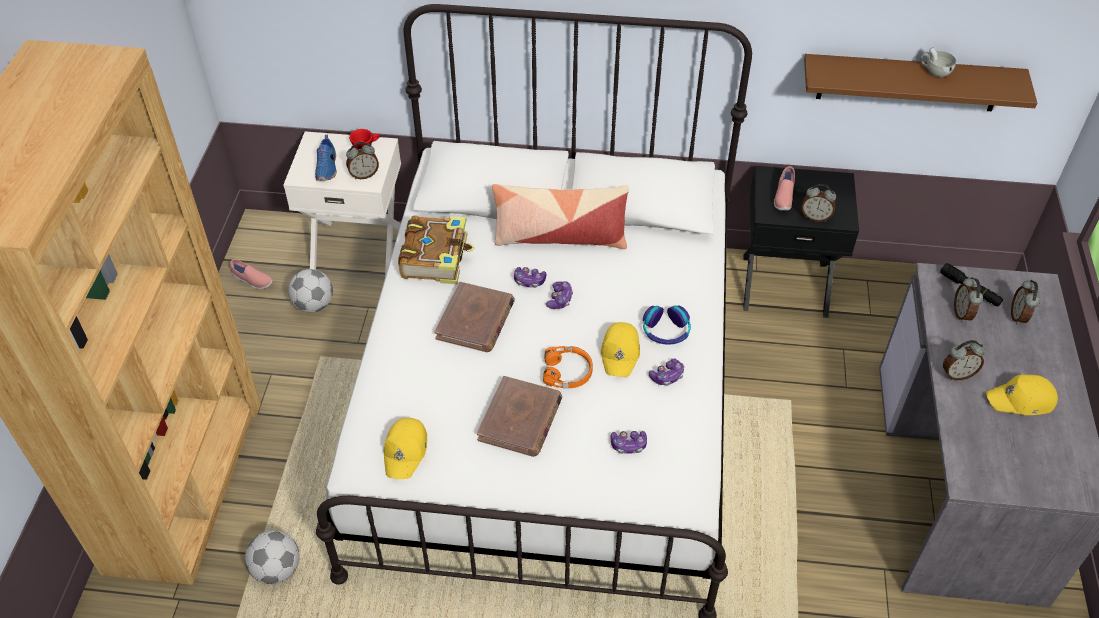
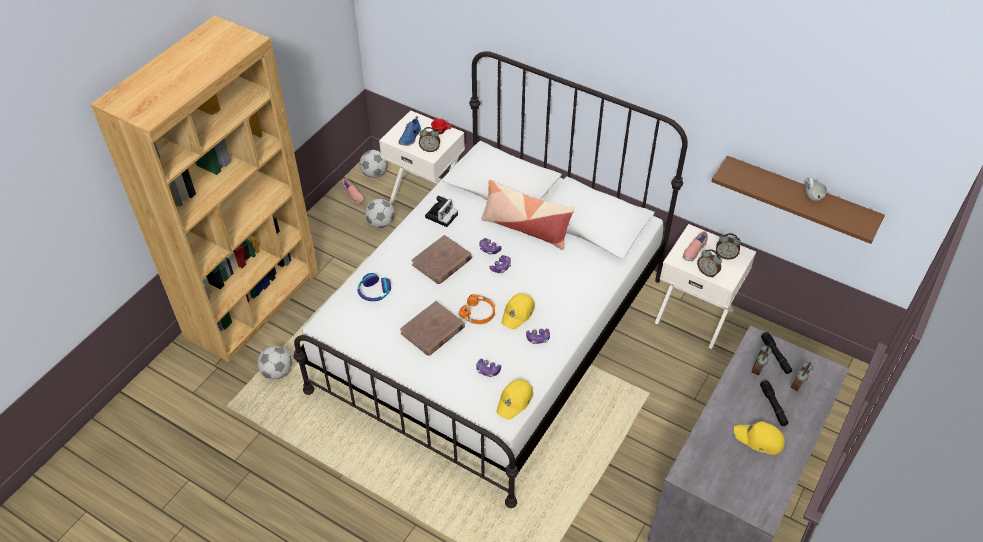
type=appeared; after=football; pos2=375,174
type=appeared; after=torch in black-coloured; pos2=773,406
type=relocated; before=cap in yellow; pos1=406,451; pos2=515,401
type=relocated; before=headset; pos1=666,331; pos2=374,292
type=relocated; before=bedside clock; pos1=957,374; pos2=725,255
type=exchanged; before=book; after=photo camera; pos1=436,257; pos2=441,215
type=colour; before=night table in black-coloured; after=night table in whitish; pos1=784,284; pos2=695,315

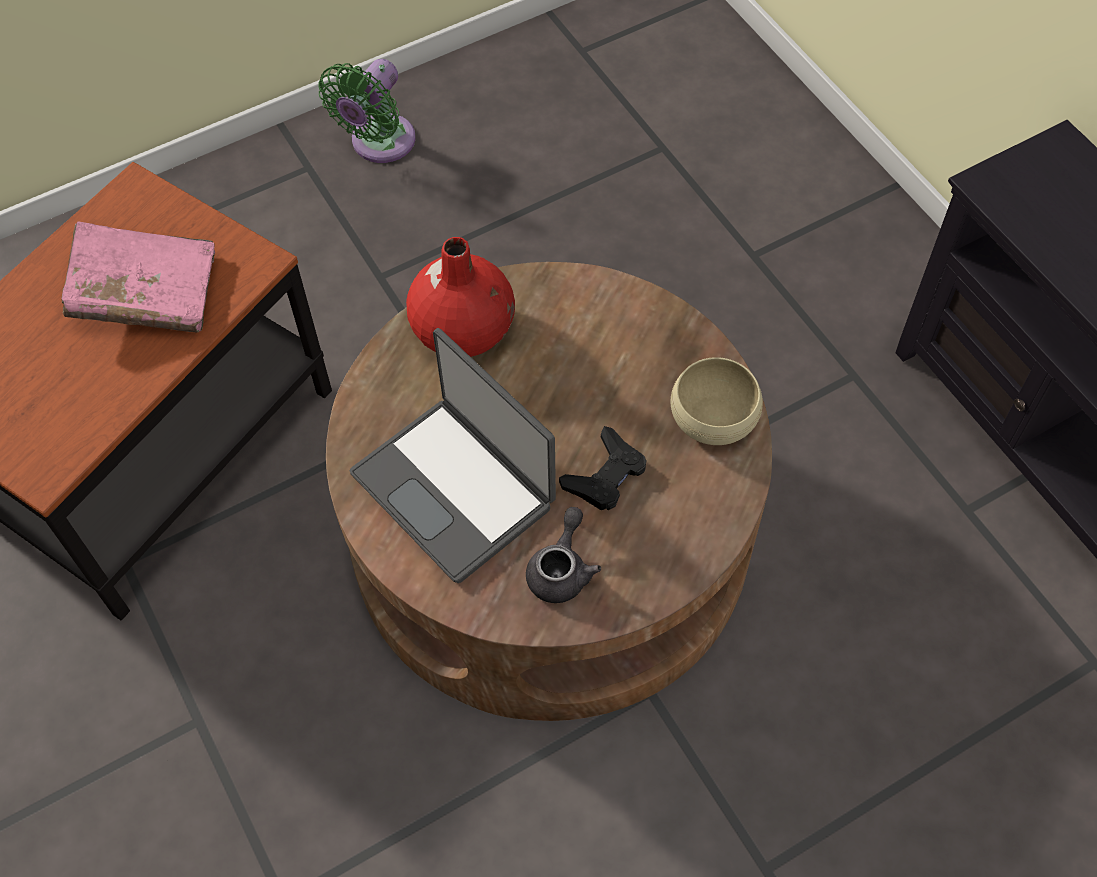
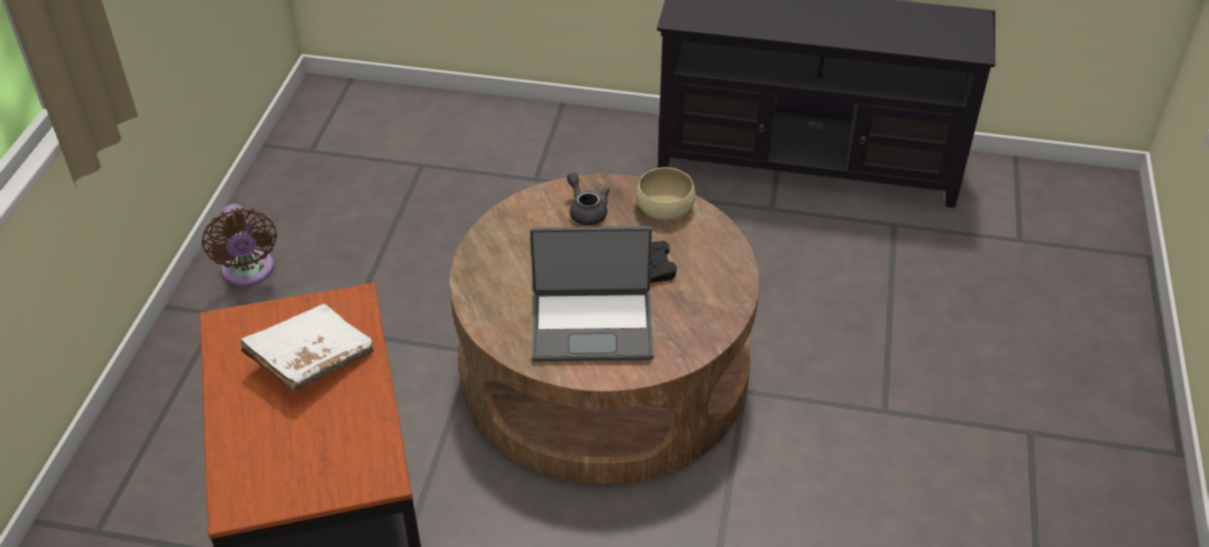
type=missing; before=vase in red; pos1=463,329
type=relocated; before=teapot in grey; pos1=561,569; pos2=586,211
type=colour; before=book in pink; after=book in whitish; pos1=146,293; pos2=311,360
type=colour; before=fan in greenish; after=fan in brownish; pos1=379,144; pos2=249,272

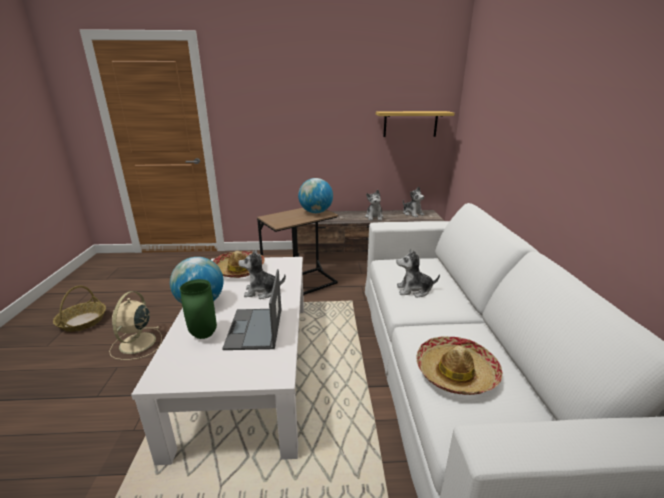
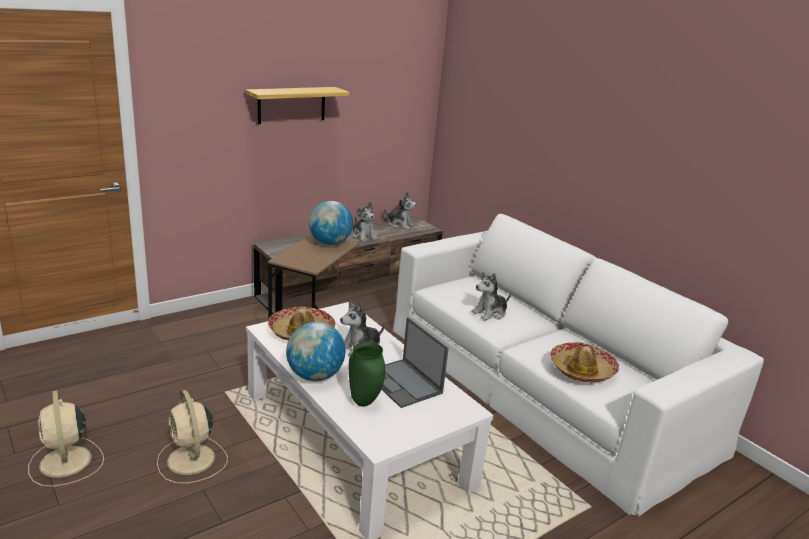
type=relocated; before=shelf; pos1=410,124; pos2=291,105
type=exchanged; before=household basket; after=fan in beige; pos1=82,321; pos2=66,463

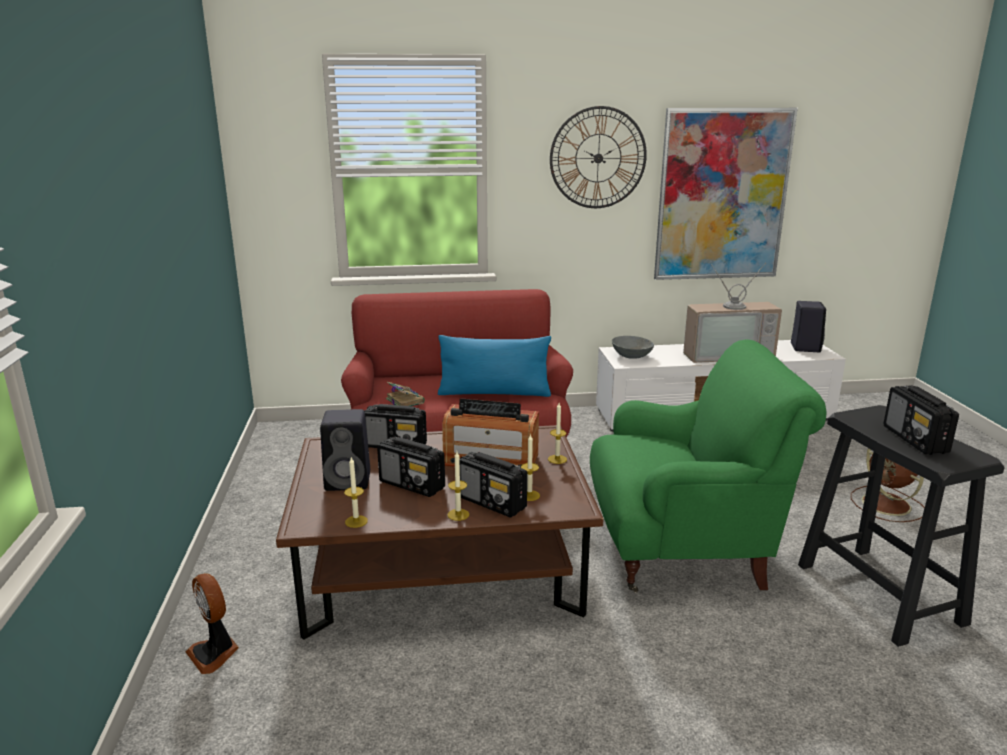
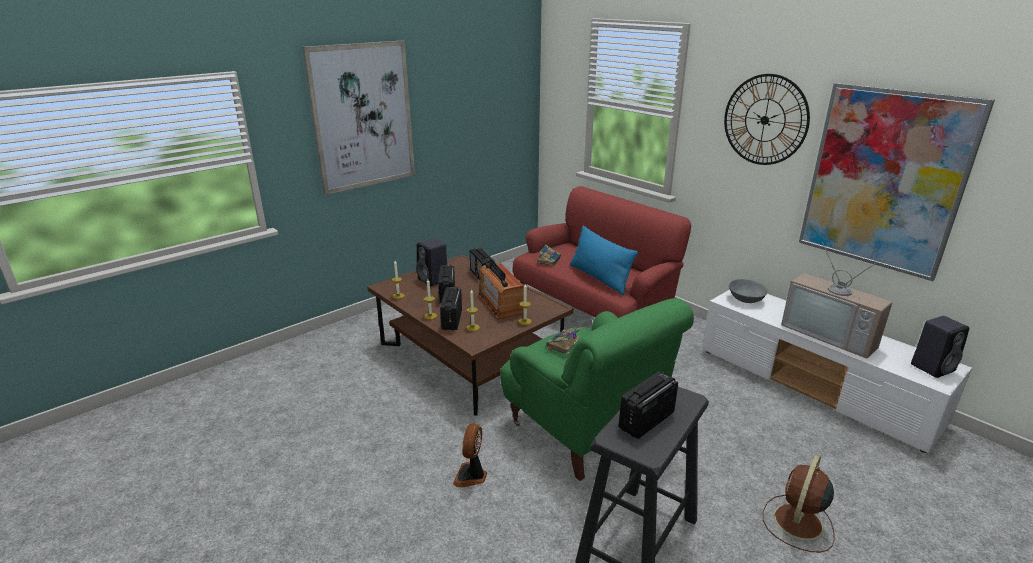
type=appeared; after=wall art; pos2=363,117
type=appeared; after=book; pos2=564,345
type=relocated; before=fan; pos1=214,653; pos2=471,476

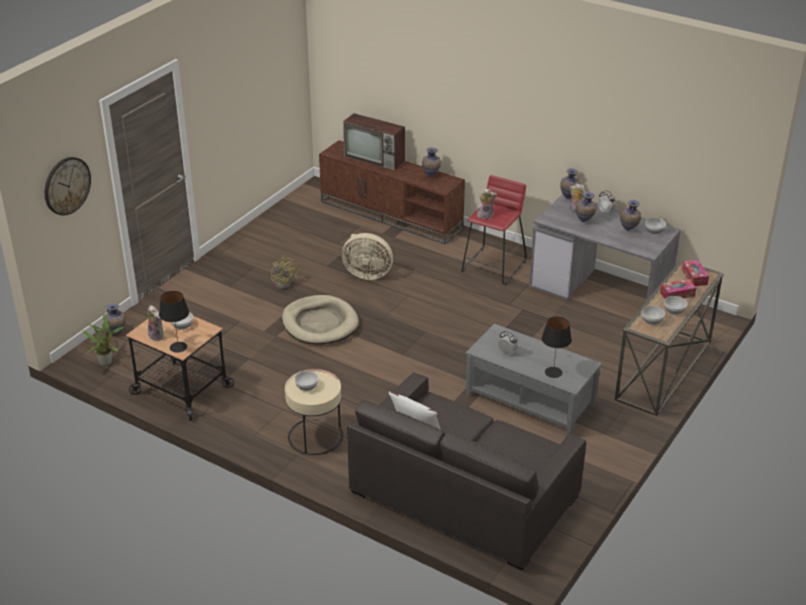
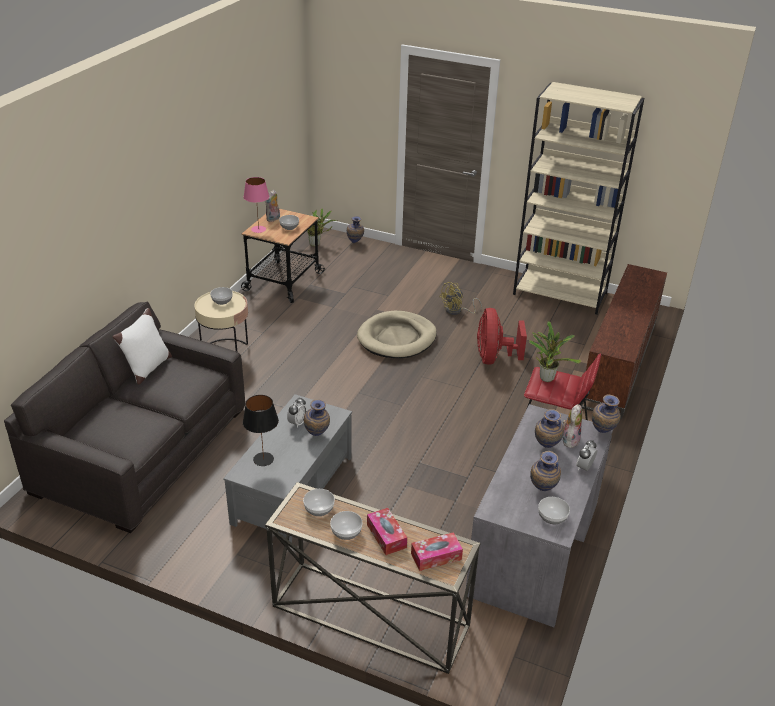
type=missing; before=clock on the wall; pos1=67,185
type=missing; before=TV; pos1=375,159
type=appeared; after=bookcase in beige; pos2=560,293
type=relocated; before=vase; pos1=431,176; pos2=317,436
type=exchanged; before=cuddly toy; after=potted plant; pos1=485,215; pos2=546,377
type=colour; before=lamp for a table in black-coloured; after=lamp for a table in pink; pos1=178,347; pos2=258,229
type=colour; before=fan in beige; after=fan in red; pos1=367,274; pos2=494,358

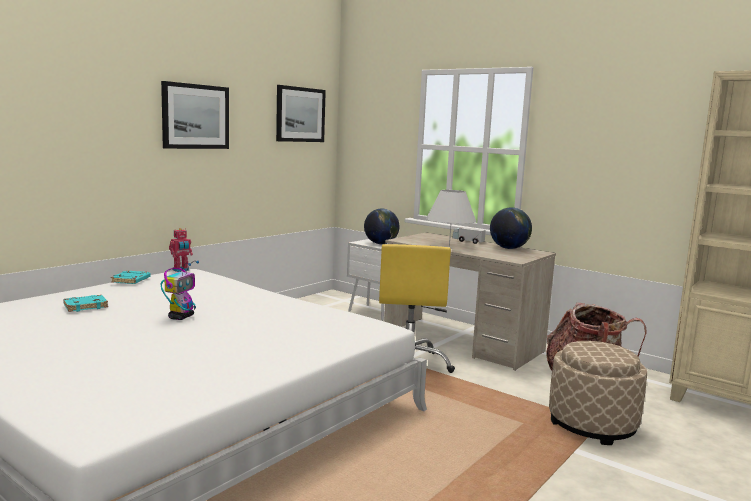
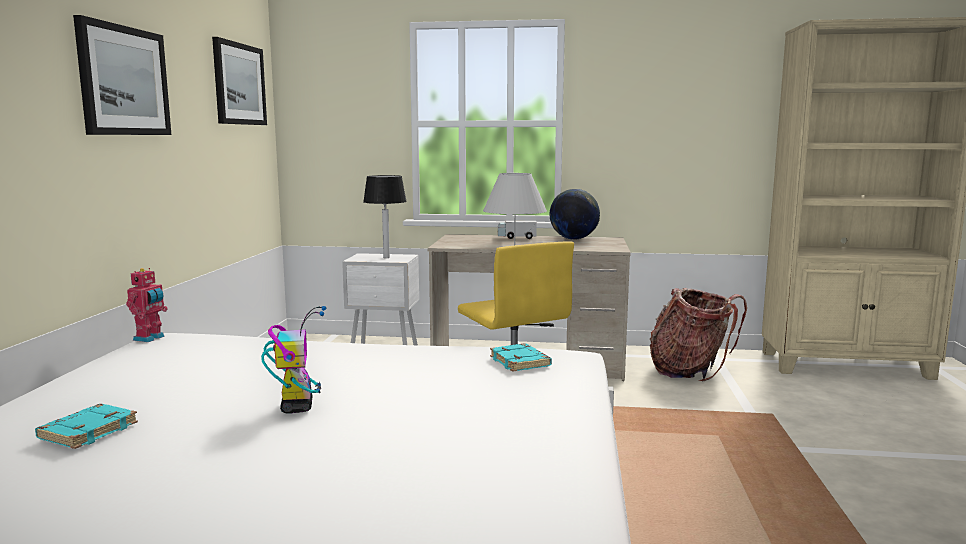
type=missing; before=pouffe in beige; pos1=592,424
type=relocated; before=book in turquoise; pos1=131,280; pos2=521,362
type=exchanged; before=world globe; after=lamp for a table; pos1=381,244; pos2=386,257

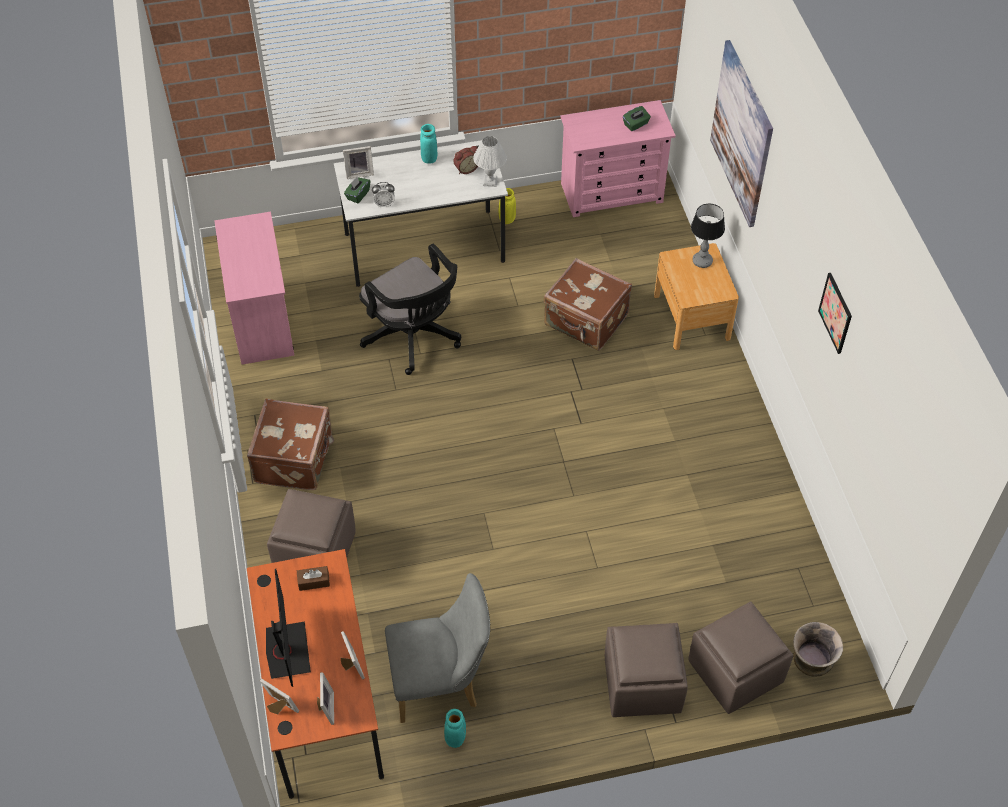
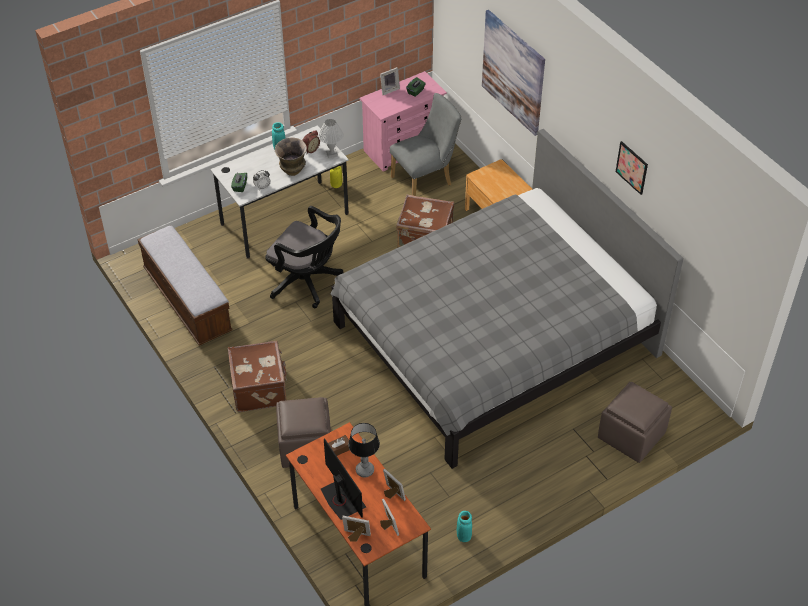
type=missing; before=pouffe in brownish; pos1=641,685
type=appeared; after=sleeping bed in grey; pos2=493,338
type=relocated; before=photo frame; pos1=359,173; pos2=389,90
type=relocated; before=chair in grey; pos1=441,683; pos2=425,180
type=relocated; before=lamp for a table; pos1=702,261; pos2=365,470
type=relocated; before=vase; pos1=810,666; pos2=292,171
type=exchanged; before=drawer chest in pink; after=indoor bench; pos1=262,321; pos2=187,301

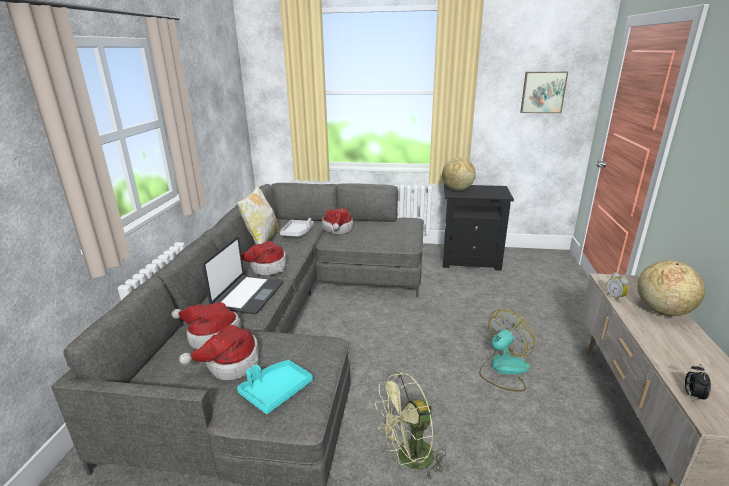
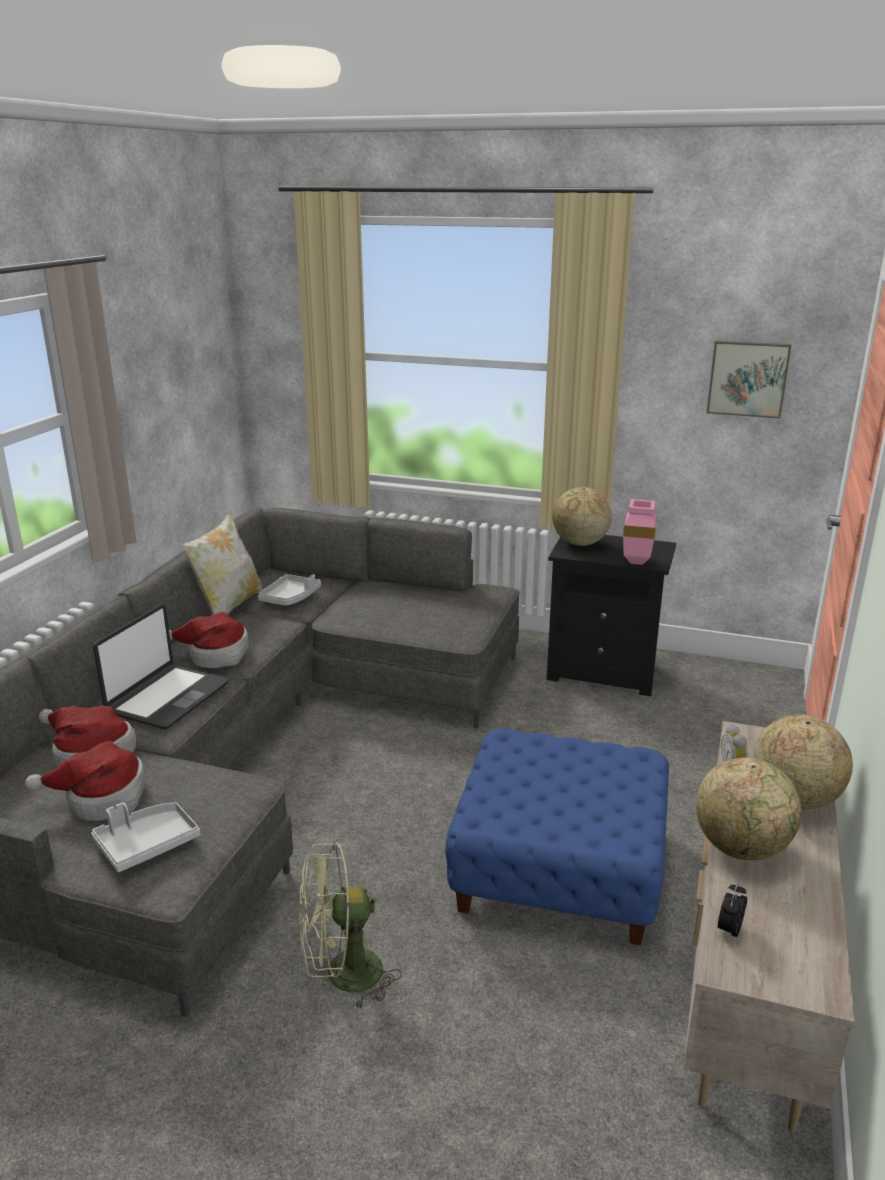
type=missing; before=hat; pos1=337,229
type=appeared; after=vase in pink; pos2=635,561
type=appeared; after=world globe; pos2=741,848
type=exchanged; before=fan; after=pouffe in blue; pos1=503,369; pos2=558,866
type=colour; before=serving tray in turquoise; after=serving tray in grey; pos1=276,391; pos2=146,844

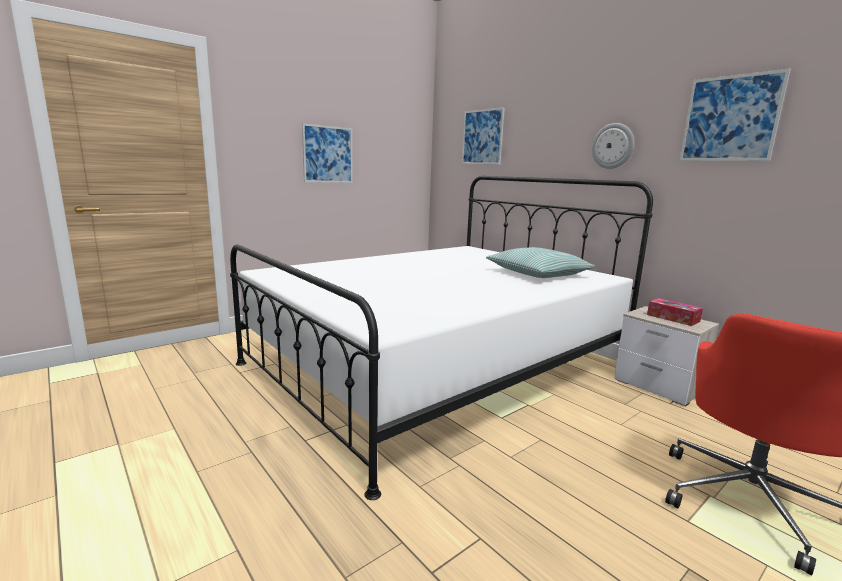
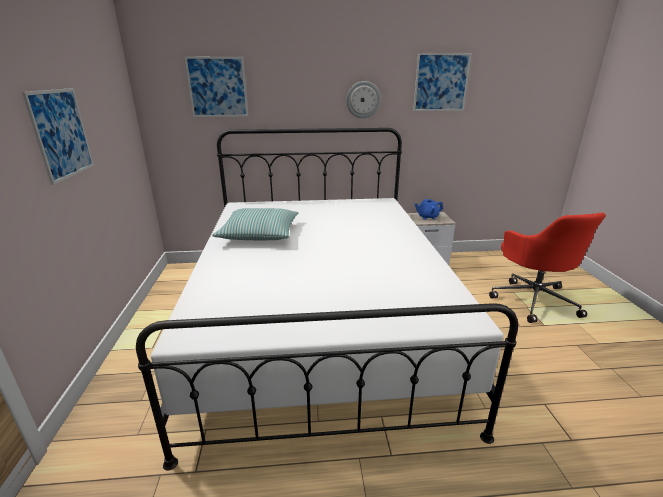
type=relocated; before=cushion; pos1=537,273; pos2=259,234
type=exchanged; before=tissue holder; after=teapot in blue; pos1=673,318; pos2=427,217

